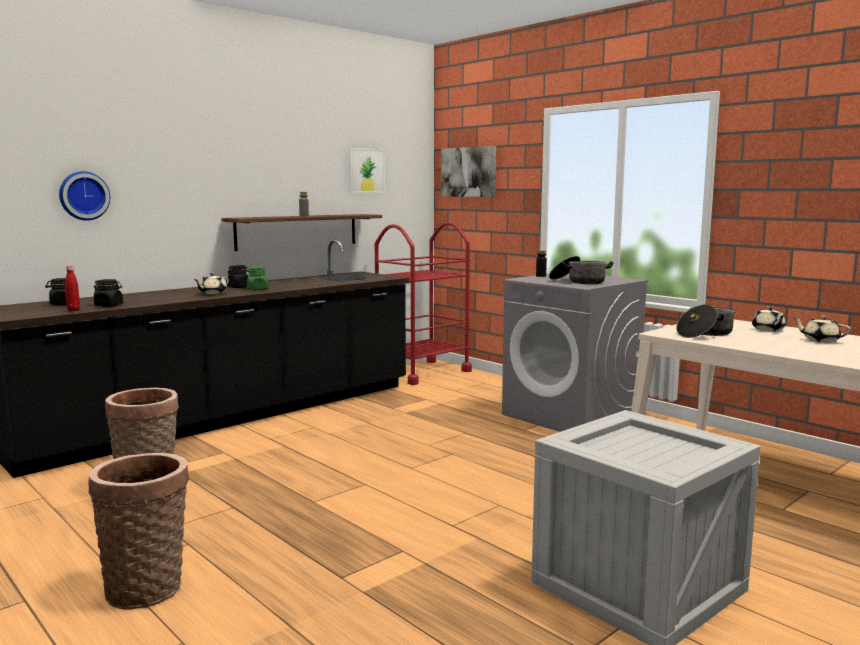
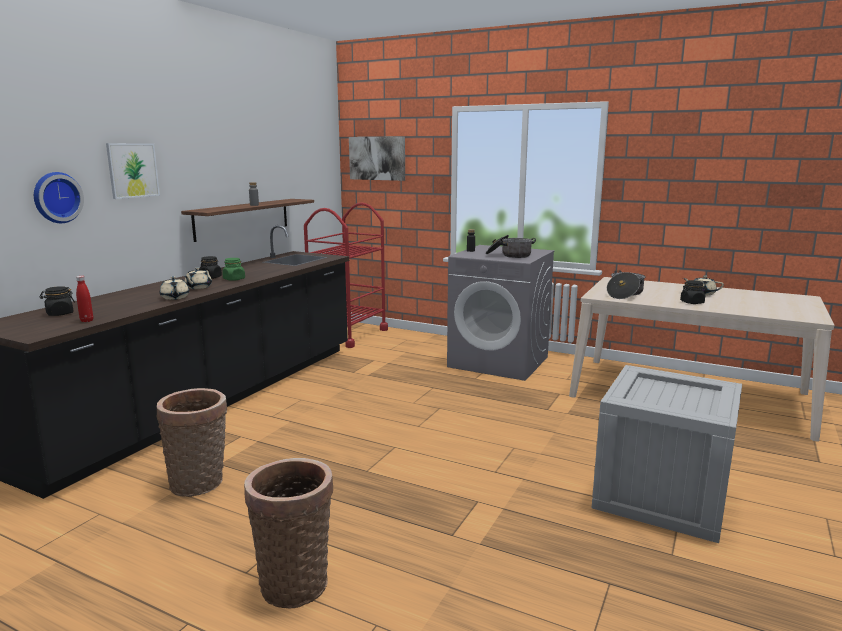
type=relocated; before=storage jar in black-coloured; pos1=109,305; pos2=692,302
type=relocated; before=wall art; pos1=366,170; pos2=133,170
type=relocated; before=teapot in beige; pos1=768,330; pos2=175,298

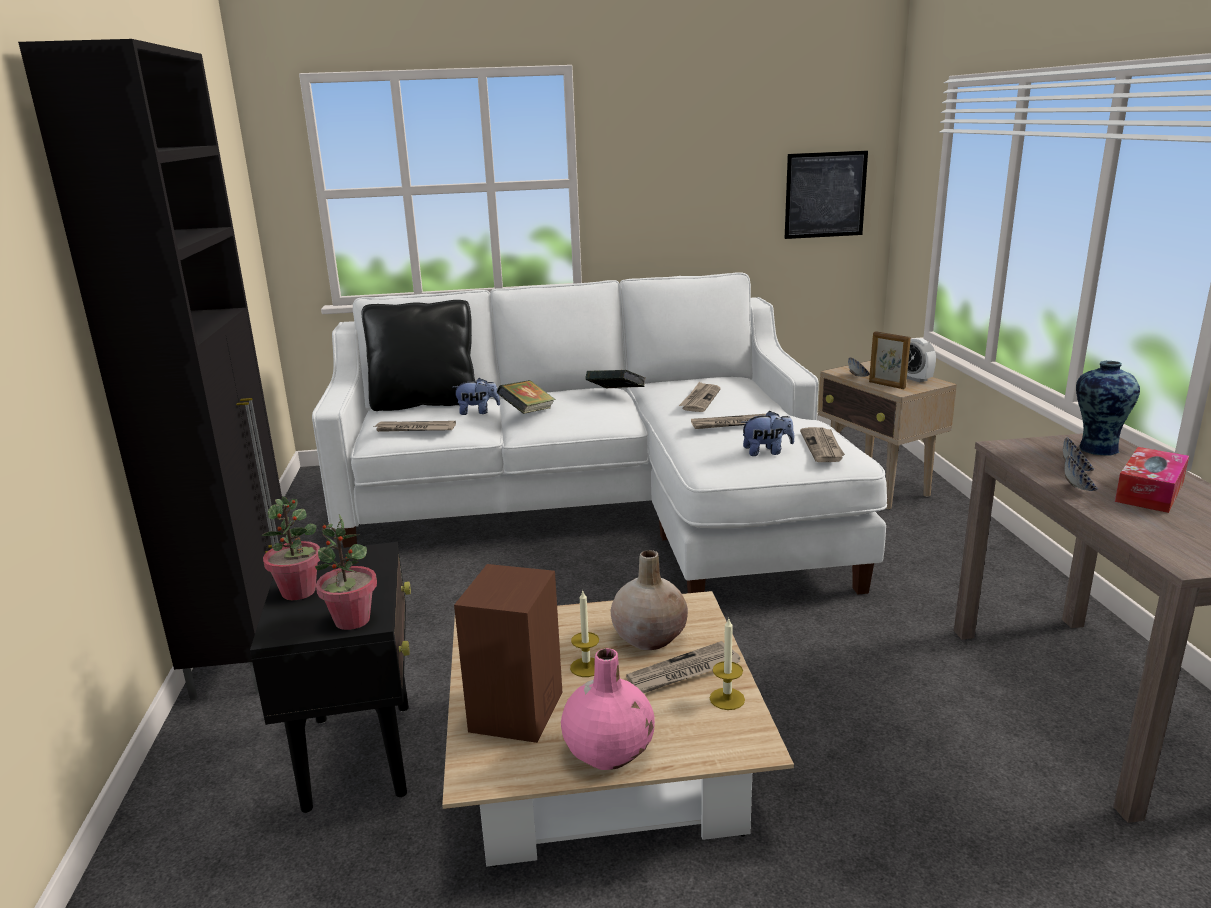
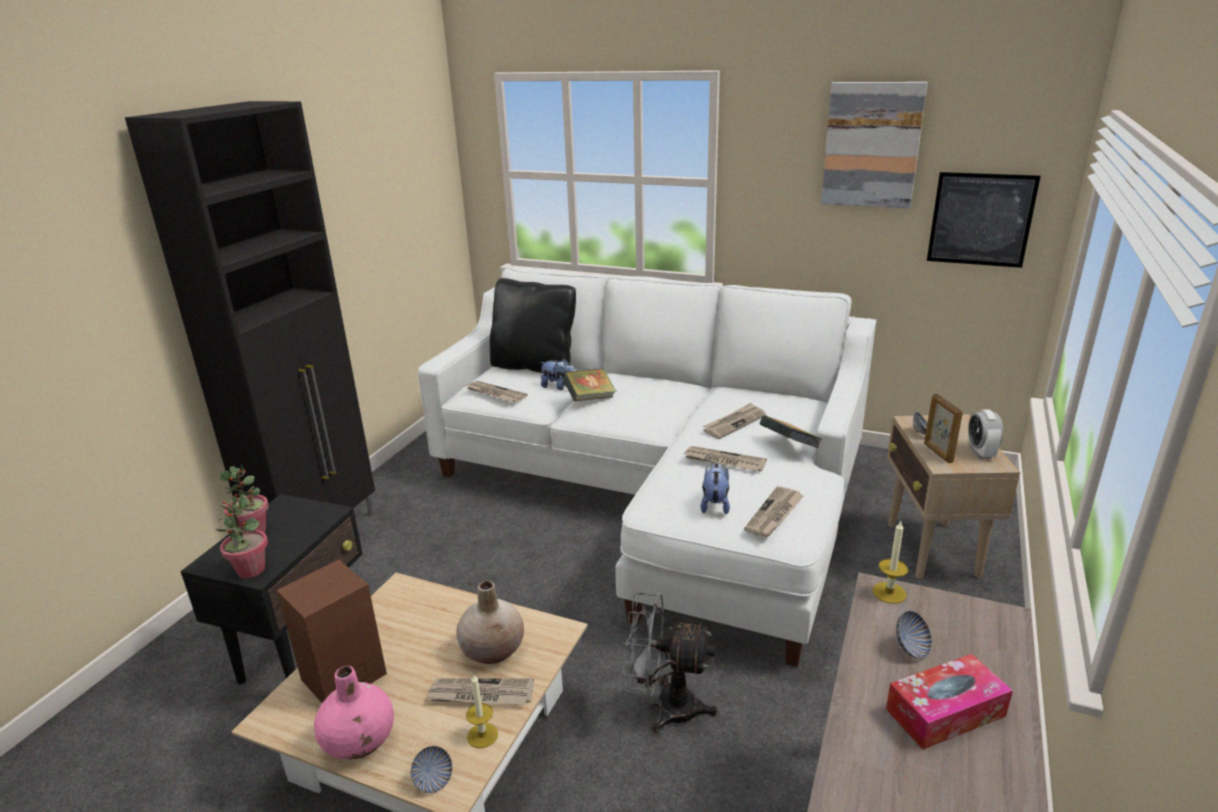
type=missing; before=vase; pos1=1096,448
type=appeared; after=fan in grey; pos2=665,707
type=appeared; after=wall art; pos2=872,145
type=relocated; before=wax candle; pos1=586,667; pos2=889,592
type=relocated; before=book; pos1=616,394; pos2=789,447
type=relocated; before=bowl; pos1=1078,488; pos2=433,780
type=spun; before=cuddly toy; pos1=766,452; pos2=715,504; turn=-105

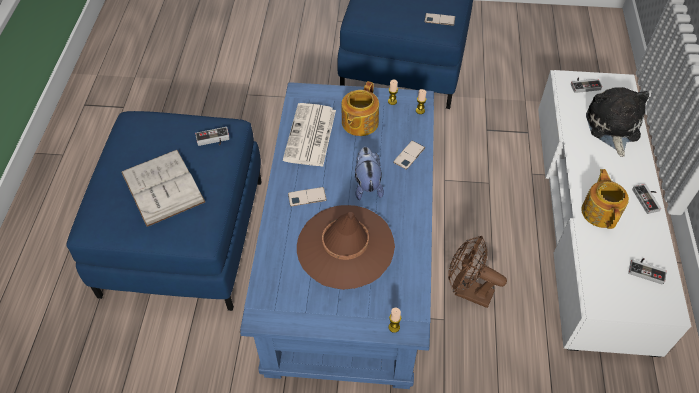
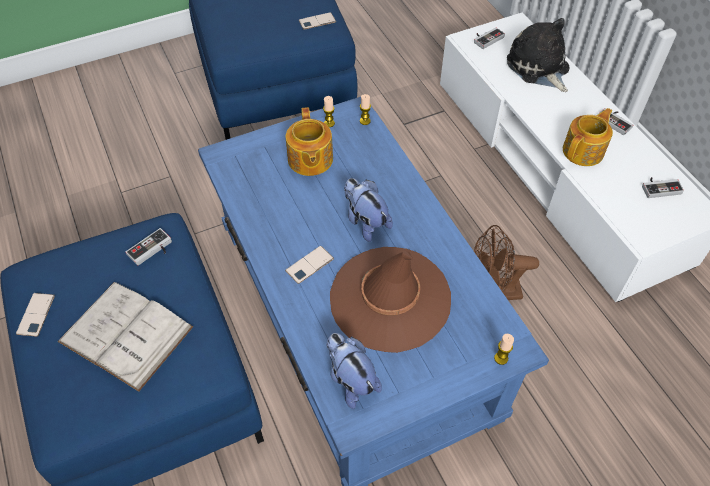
type=missing; before=printed paper; pos1=310,136
type=appeared; after=cuddly toy; pos2=350,380
type=relocated; before=phone; pos1=409,155; pos2=36,314
type=spun; before=teapot; pos1=600,211; pos2=584,151; turn=75

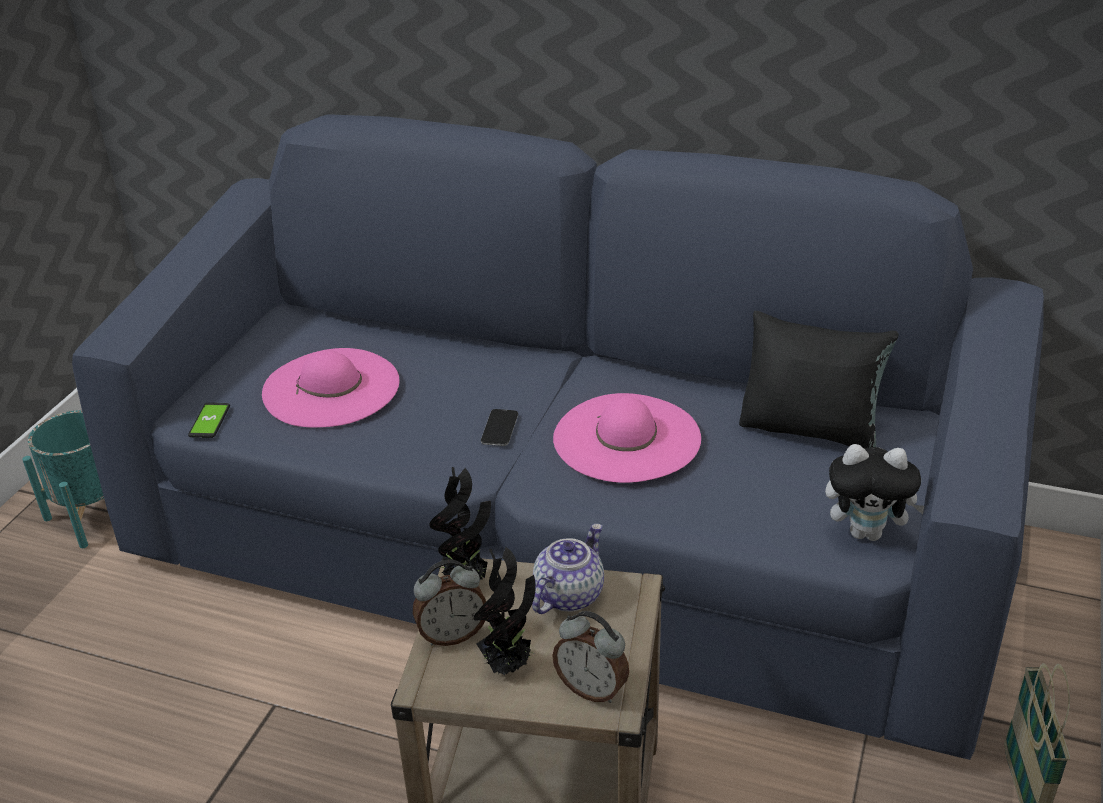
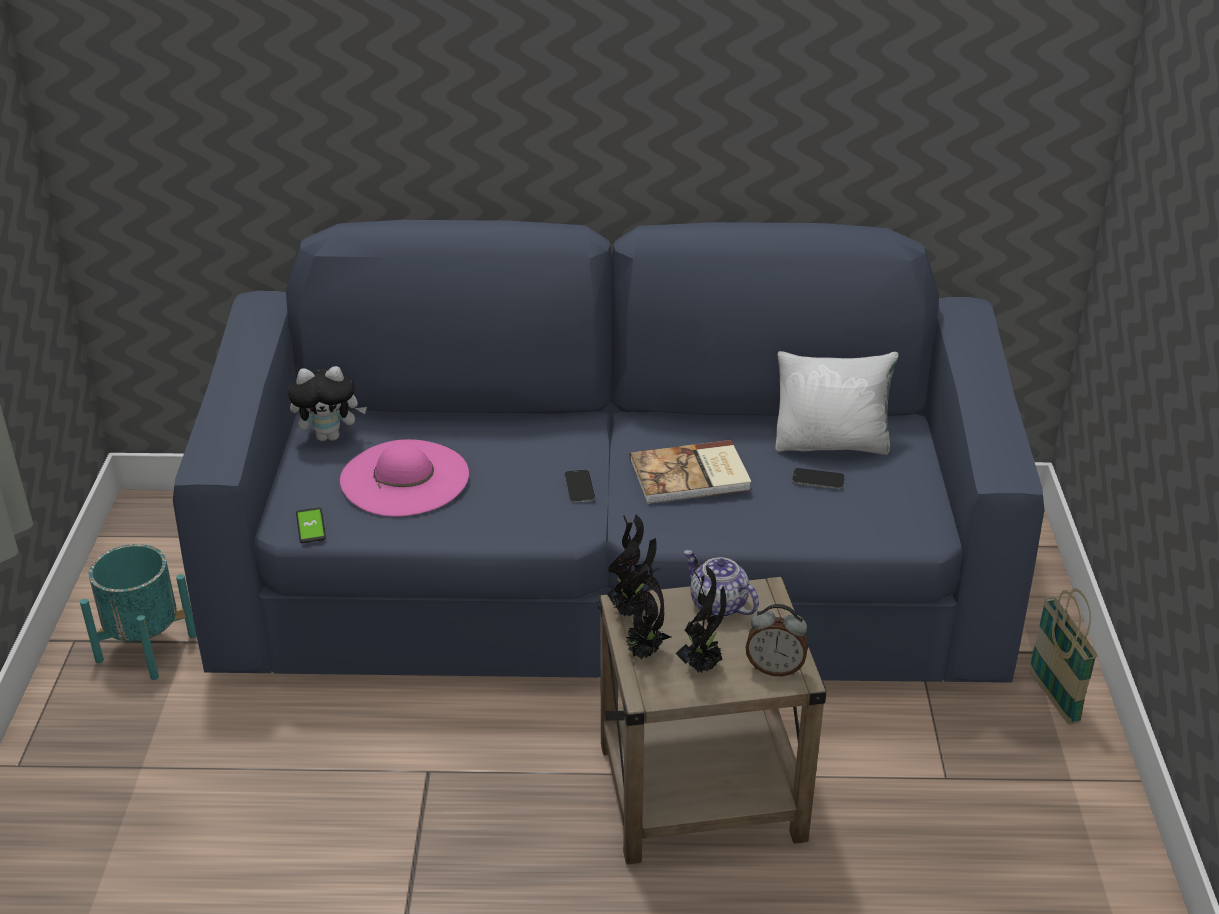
type=appeared; after=phone; pos2=818,480
type=relocated; before=cuddly toy; pos1=867,532; pos2=330,436
type=exchanged; before=bedside clock; after=potted plant; pos1=452,634; pos2=644,653
type=exchanged; before=hat in pink; after=book; pos1=627,438; pos2=691,476
type=colour; before=cushion in black-coloured; after=cushion in whitish; pos1=810,429; pos2=832,443
type=spun; before=teapot; pos1=568,594; pos2=717,605; turn=-60

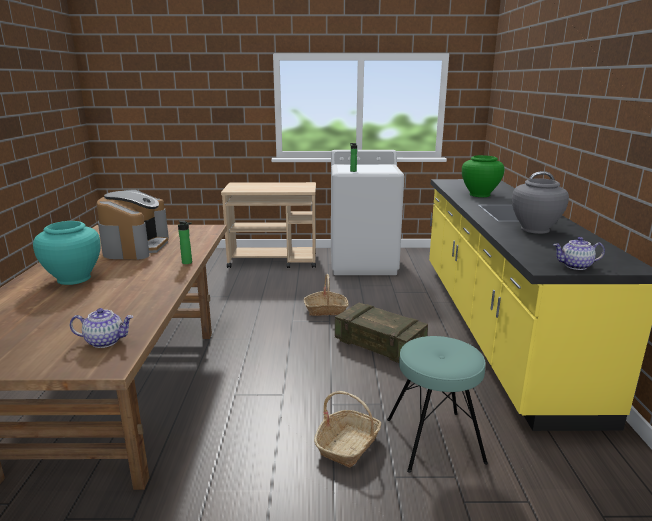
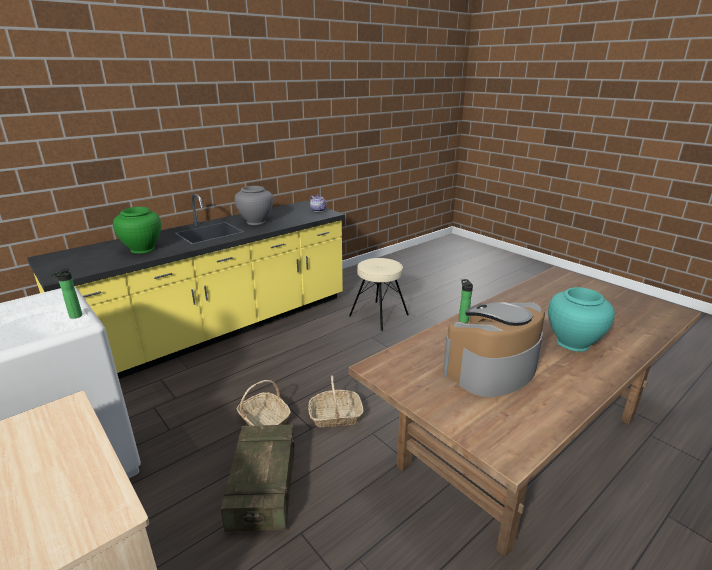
type=missing; before=teapot; pos1=105,341
type=relocated; before=household basket; pos1=348,445; pos2=335,416
type=relocated; before=packing crate; pos1=379,344; pos2=264,488
type=colour; before=stool seat in turquoise; after=stool seat in beige; pos1=434,440; pos2=378,315

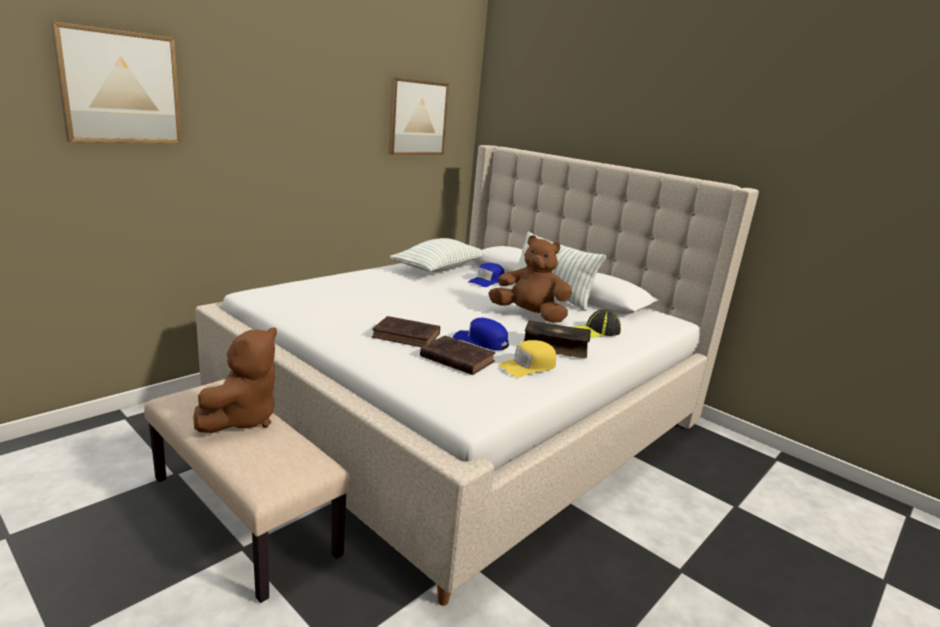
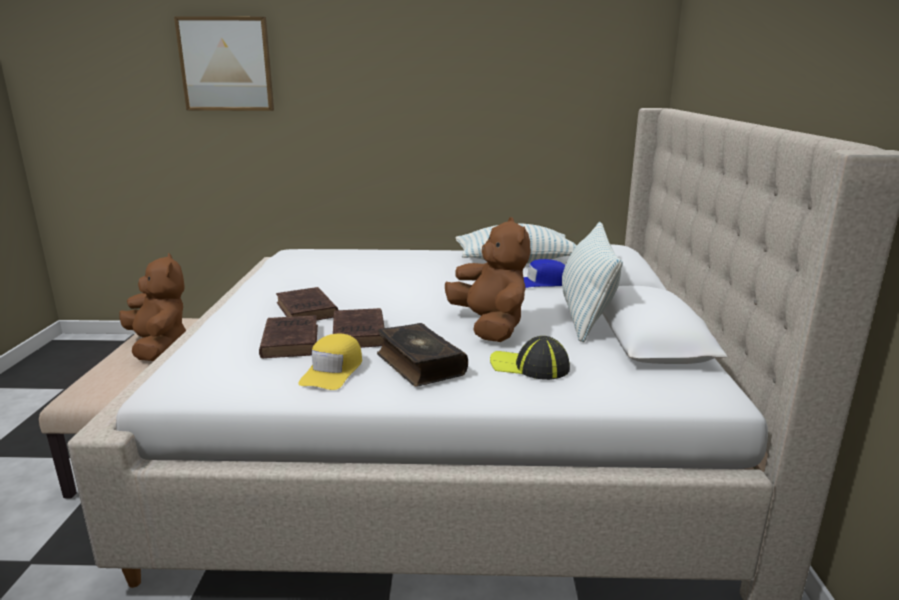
type=missing; before=wall art; pos1=417,118
type=exchanged; before=cap in blue; after=book in brownish; pos1=481,341; pos2=359,334
type=spun; before=cuddly toy in brownish; pos1=242,419; pos2=158,347; turn=-105
type=spun; before=cap in yellow; pos1=528,366; pos2=333,371; turn=-90

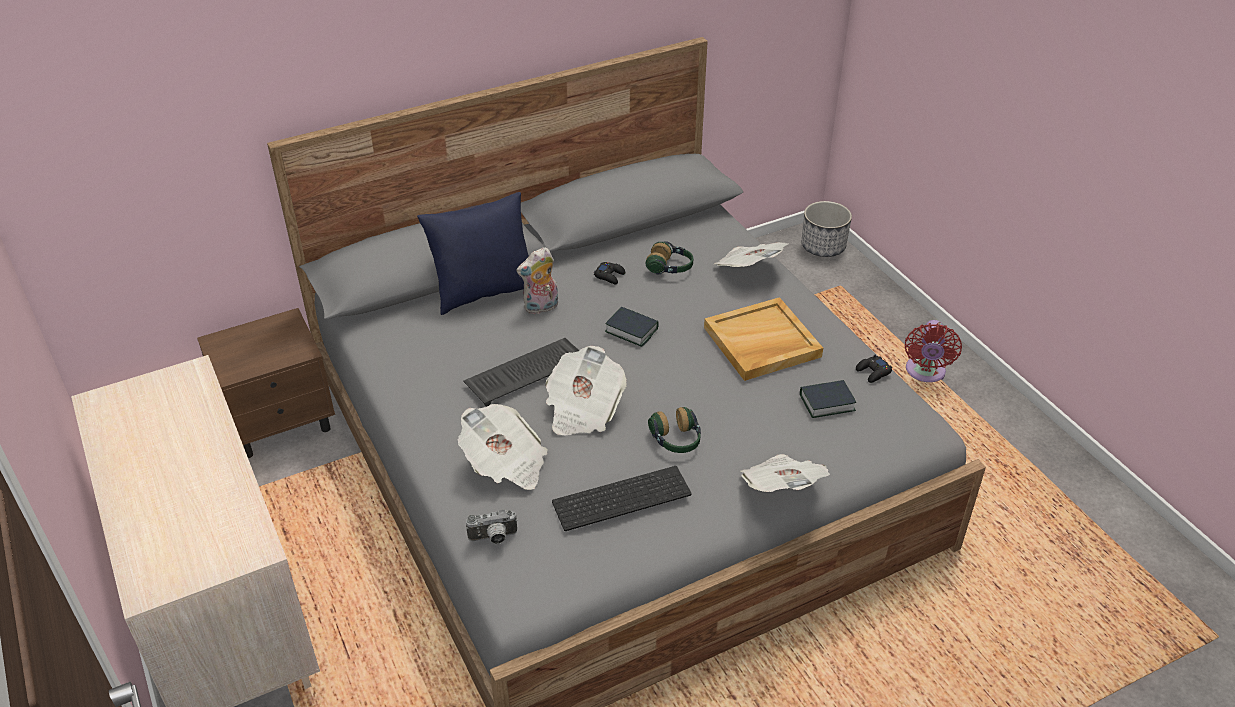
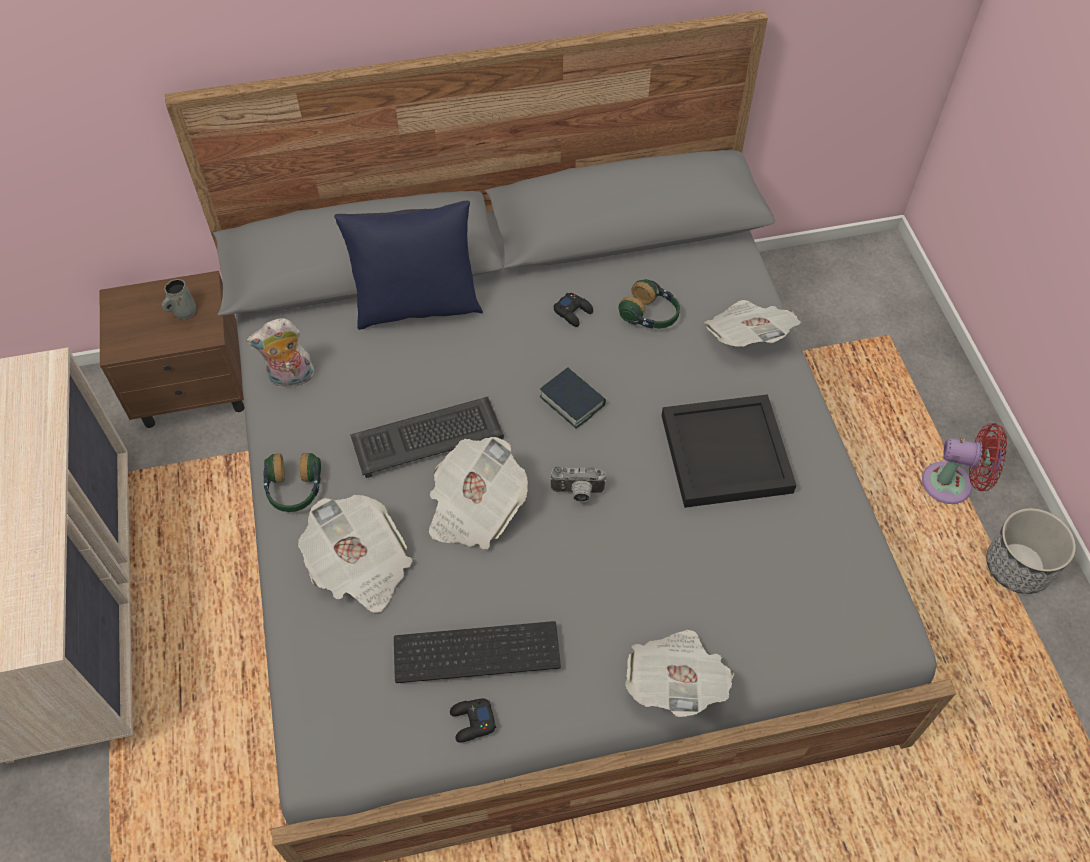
type=missing; before=book; pos1=826,403
type=appeared; after=coffee mug in grey; pos2=183,312
type=relocated; before=photo camera; pos1=493,538; pos2=577,493
type=relocated; before=cuddly toy; pos1=541,308; pos2=290,378
type=relocated; before=headset; pos1=676,440; pos2=294,490
type=relocated; before=planter; pos1=823,247; pos2=1017,567
type=relocated; before=game controller in black-coloured; pos1=873,372; pos2=472,722
type=colour; before=serving tray in beige; after=serving tray in black-coloured; pos1=761,343; pos2=725,454
type=spun; before=fan in red; pos1=925,373; pos2=952,485; turn=-105

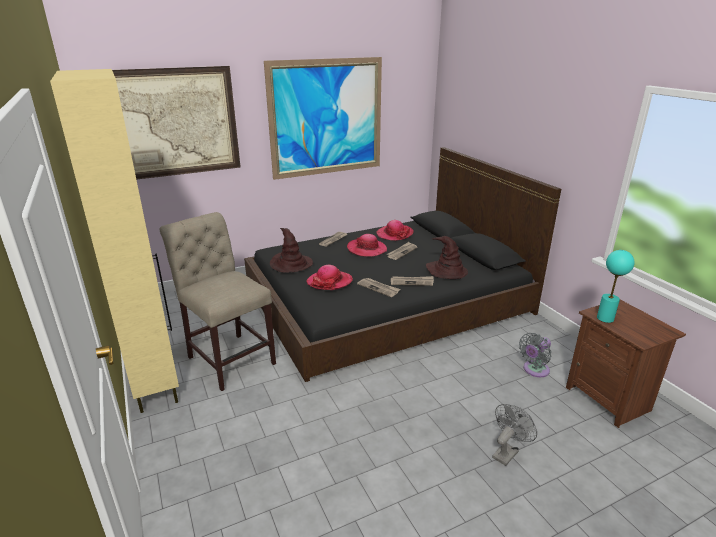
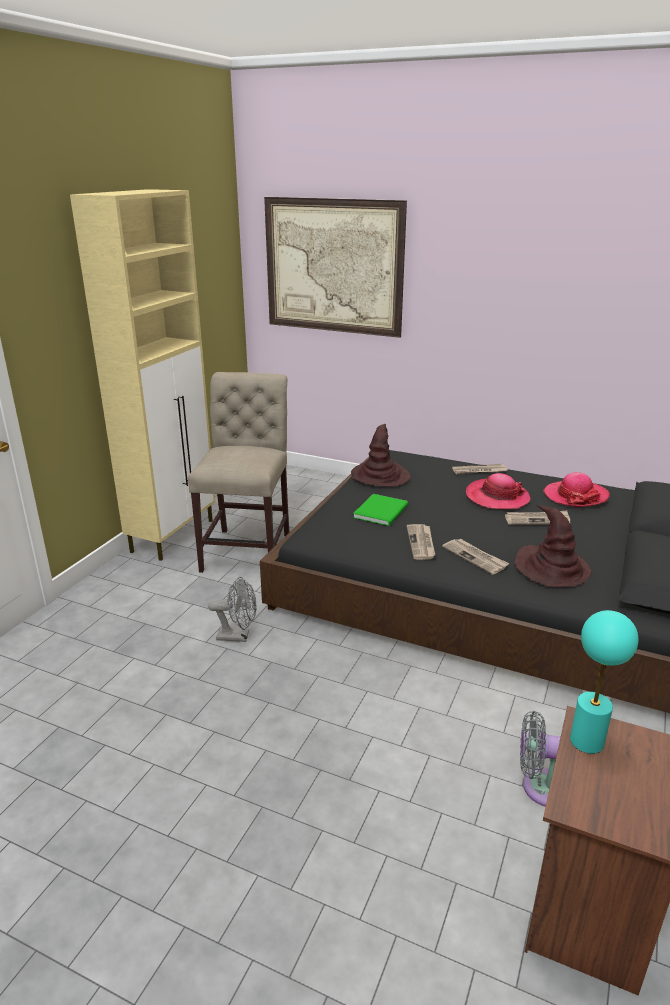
type=missing; before=wall art; pos1=327,118
type=relocated; before=fan in grey; pos1=507,452; pos2=238,636
type=exchanged; before=hat; after=book in greenish; pos1=329,282; pos2=383,511

